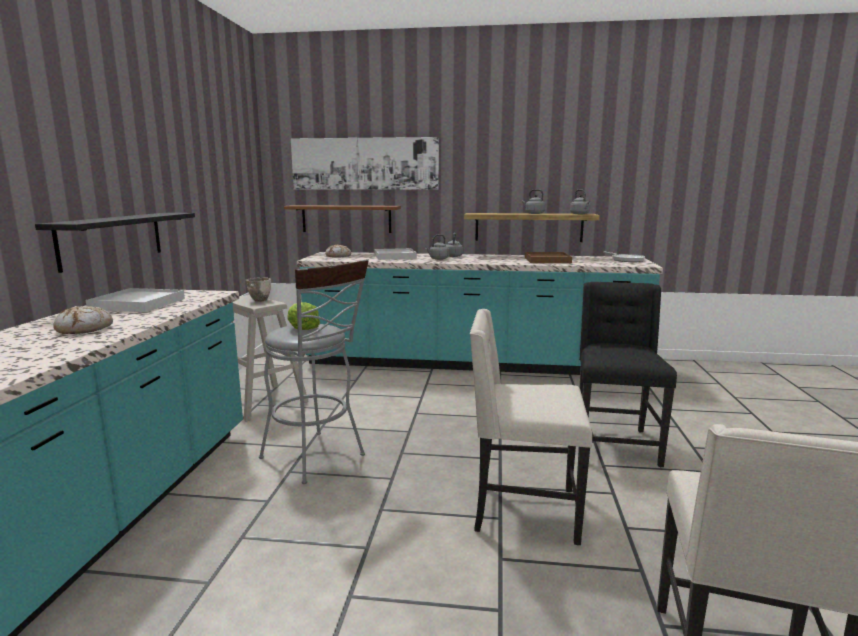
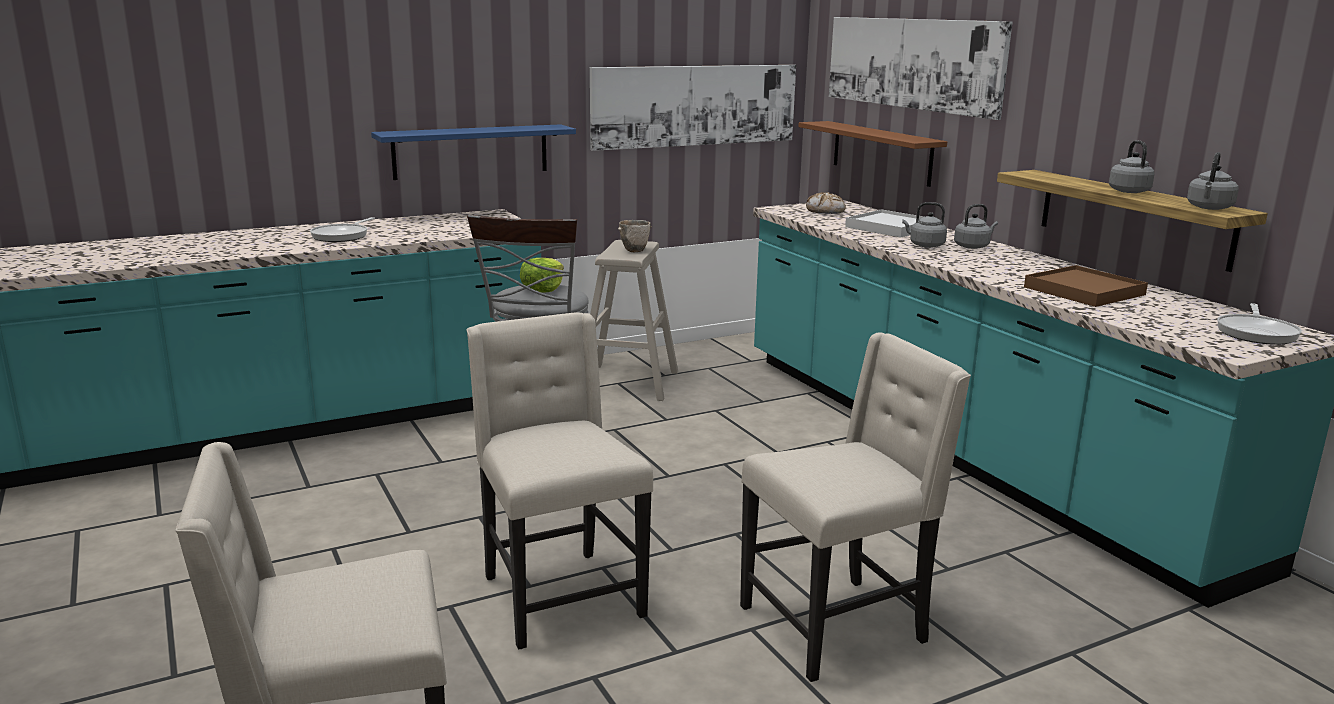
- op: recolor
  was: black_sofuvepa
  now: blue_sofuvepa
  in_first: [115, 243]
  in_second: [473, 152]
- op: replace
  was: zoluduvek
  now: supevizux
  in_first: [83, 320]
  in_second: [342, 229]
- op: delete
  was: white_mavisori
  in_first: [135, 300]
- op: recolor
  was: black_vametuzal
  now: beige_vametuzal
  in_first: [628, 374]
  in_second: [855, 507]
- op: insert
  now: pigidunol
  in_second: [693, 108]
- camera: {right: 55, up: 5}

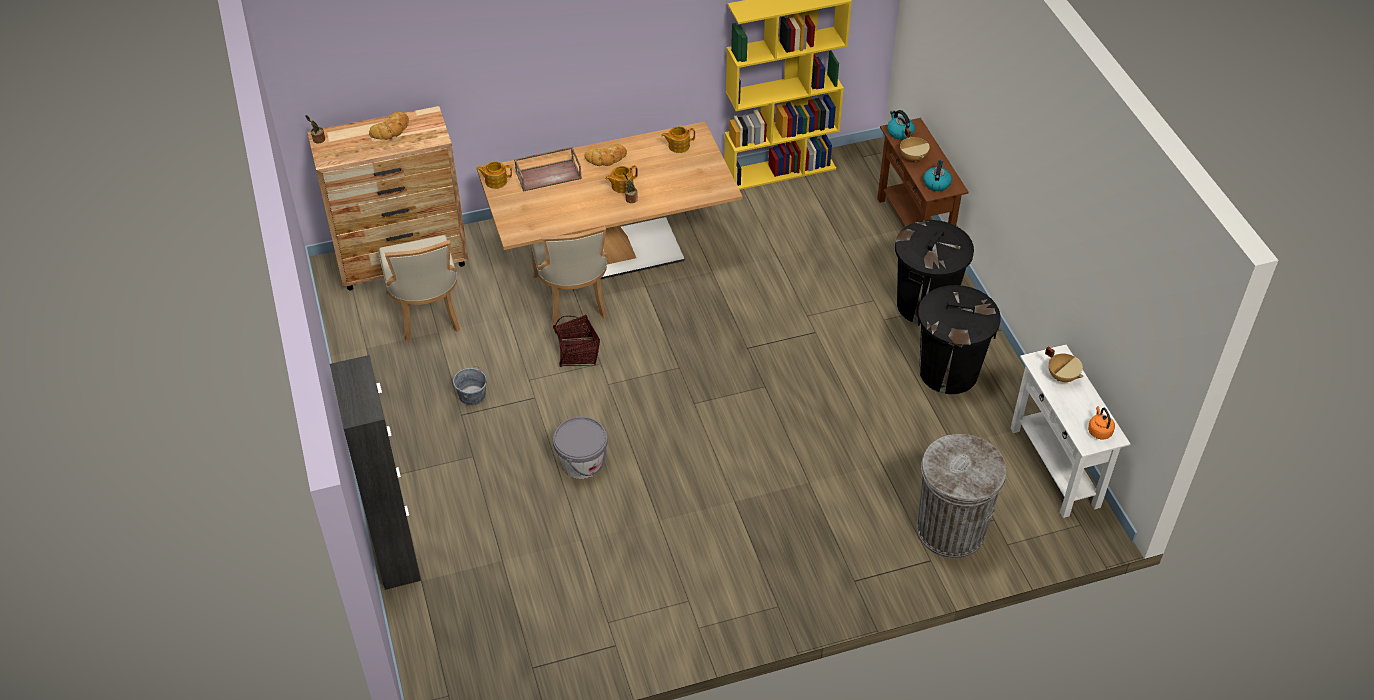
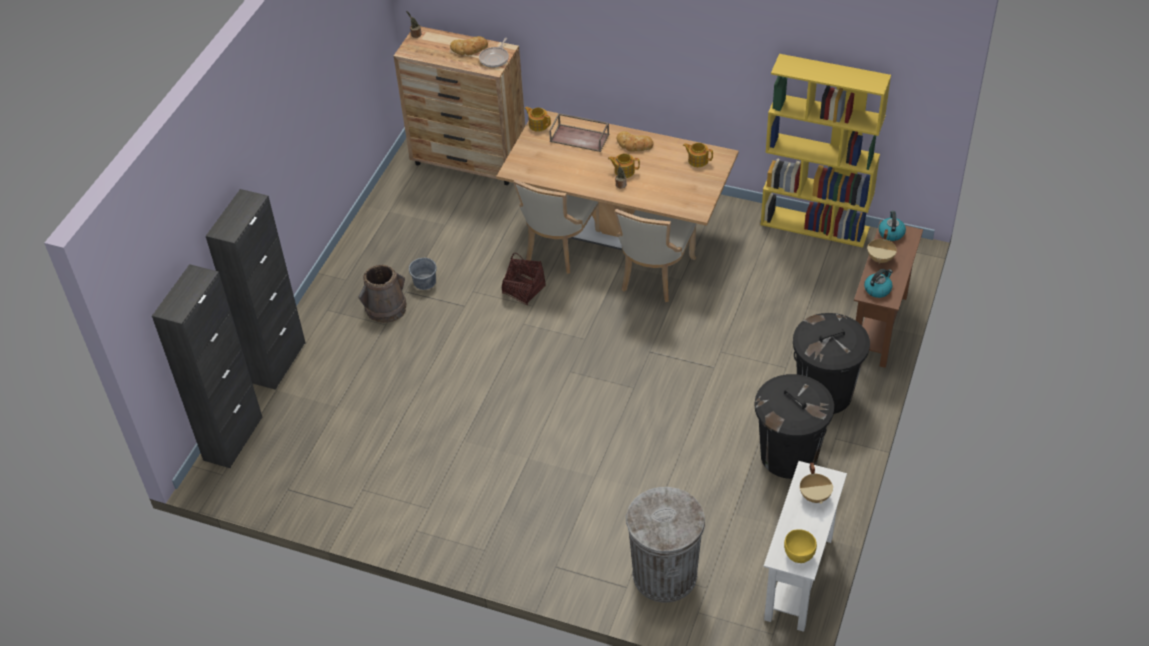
- op: move
  was: beige_vametuzal
  in_first: [419, 288]
  in_second: [655, 255]
- op: delete
  was: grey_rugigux
  in_first: [580, 447]
- op: replace
  was: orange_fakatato
  now: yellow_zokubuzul
  in_first: [1101, 422]
  in_second: [800, 546]
- op: insert
  now: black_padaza
  in_second: [207, 366]
- op: insert
  now: brown_rugigux
  in_second: [382, 294]
- op: insert
  now: supevizux
  in_second: [494, 52]
- camera: {right: 40, up: 0}

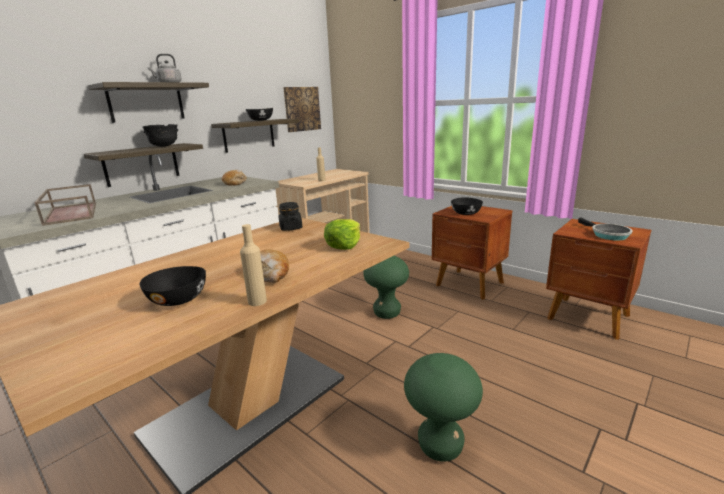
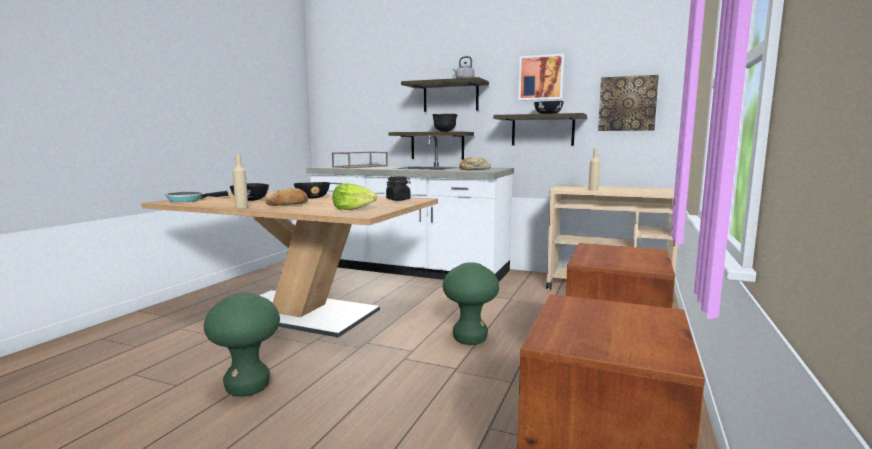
- op: move
  was: black_zokubuzul
  in_first: [467, 206]
  in_second: [312, 190]
- op: move
  was: supevizux
  in_first: [605, 229]
  in_second: [197, 196]
- op: insert
  now: pigidunol
  in_second: [541, 77]
- camera: {right: 70, up: -10}

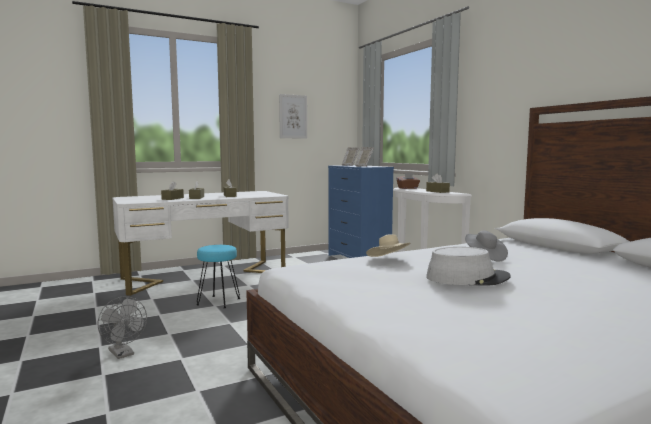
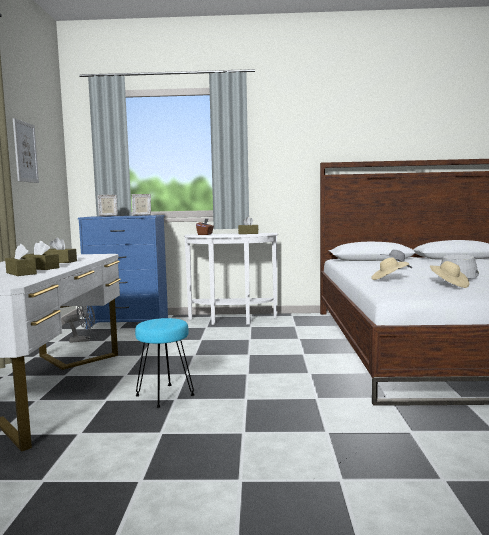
- op: move
  was: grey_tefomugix
  in_first: [122, 327]
  in_second: [79, 324]
- op: insert
  now: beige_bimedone
  in_second: [449, 274]
- camera: {right: -60, up: 0}

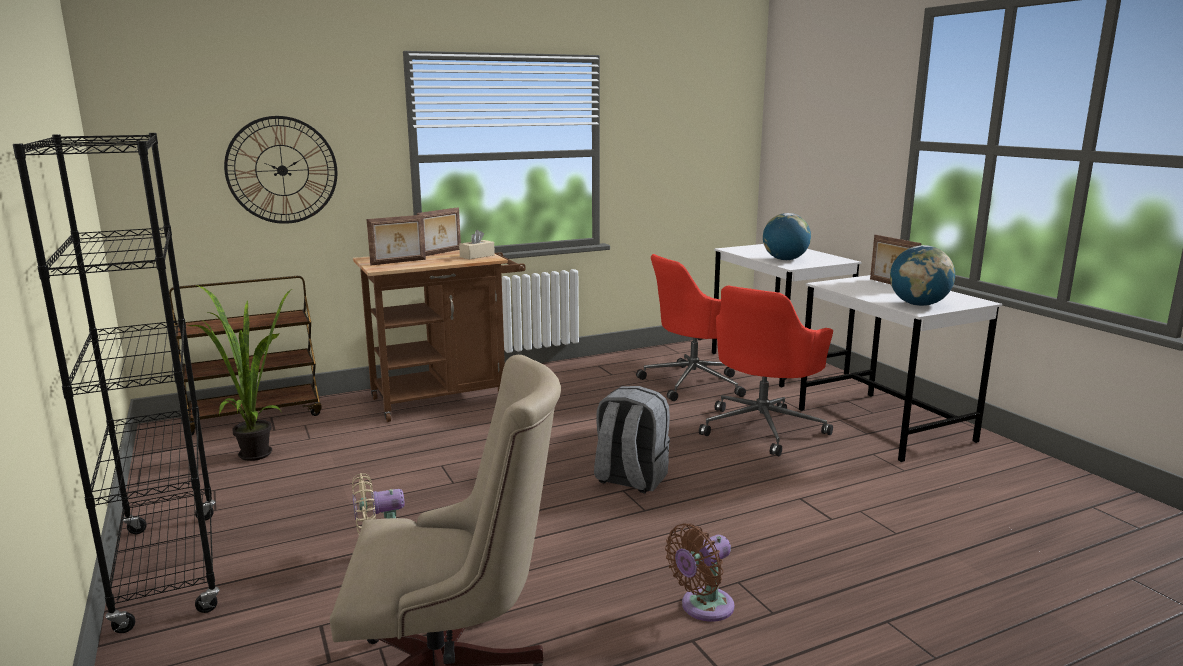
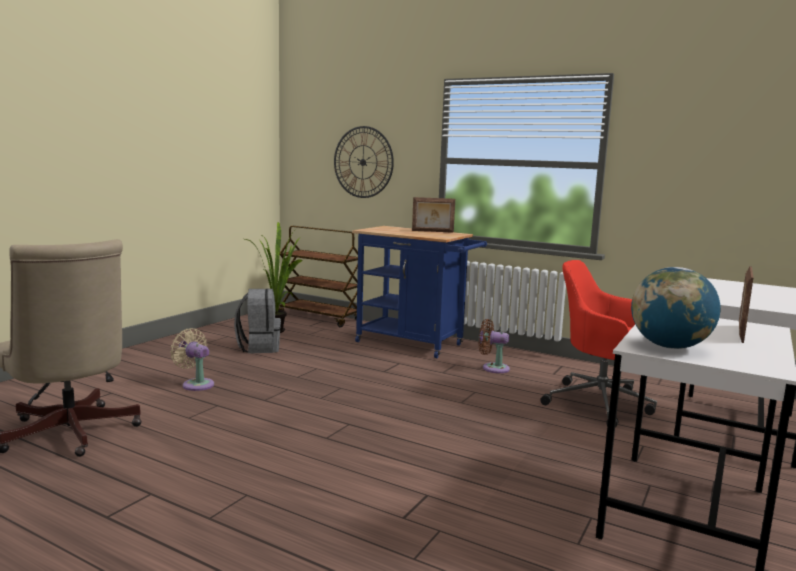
- op: delete
  was: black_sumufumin
  in_first: [116, 383]
- op: recolor
  was: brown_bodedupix
  now: blue_bodedupix
  in_first: [439, 336]
  in_second: [419, 292]
- op: delete
  was: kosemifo
  in_first: [396, 240]
- op: delete
  was: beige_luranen
  in_first: [477, 244]
- op: move
  was: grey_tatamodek
  in_first: [632, 439]
  in_second: [257, 320]
- op: move
  was: brown_tefomugix
  in_first: [700, 573]
  in_second: [494, 346]
- op: delete
  was: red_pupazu
  in_first: [766, 371]
- op: delete
  was: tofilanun
  in_first: [787, 236]
- camera: {right: 55, up: -5}

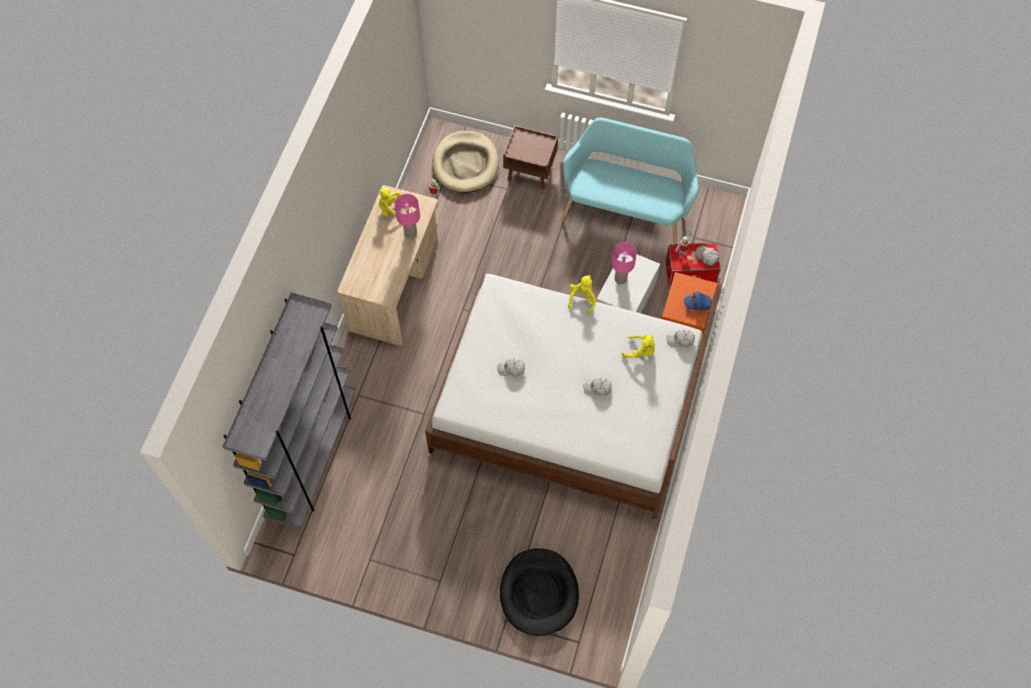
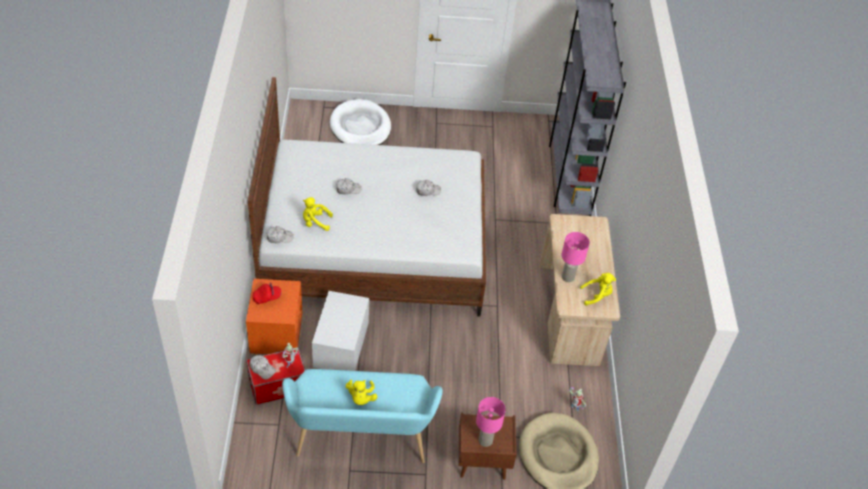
- op: recolor
  was: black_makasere
  now: white_makasere
  in_first: [539, 592]
  in_second: [360, 122]
- op: move
  was: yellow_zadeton
  in_first: [582, 295]
  in_second: [361, 392]
- op: move
  was: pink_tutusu
  in_first: [624, 263]
  in_second: [491, 422]
- op: recolor
  was: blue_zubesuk
  now: red_zubesuk
  in_first: [698, 301]
  in_second: [267, 293]
- camera: {right: 160, up: -15}

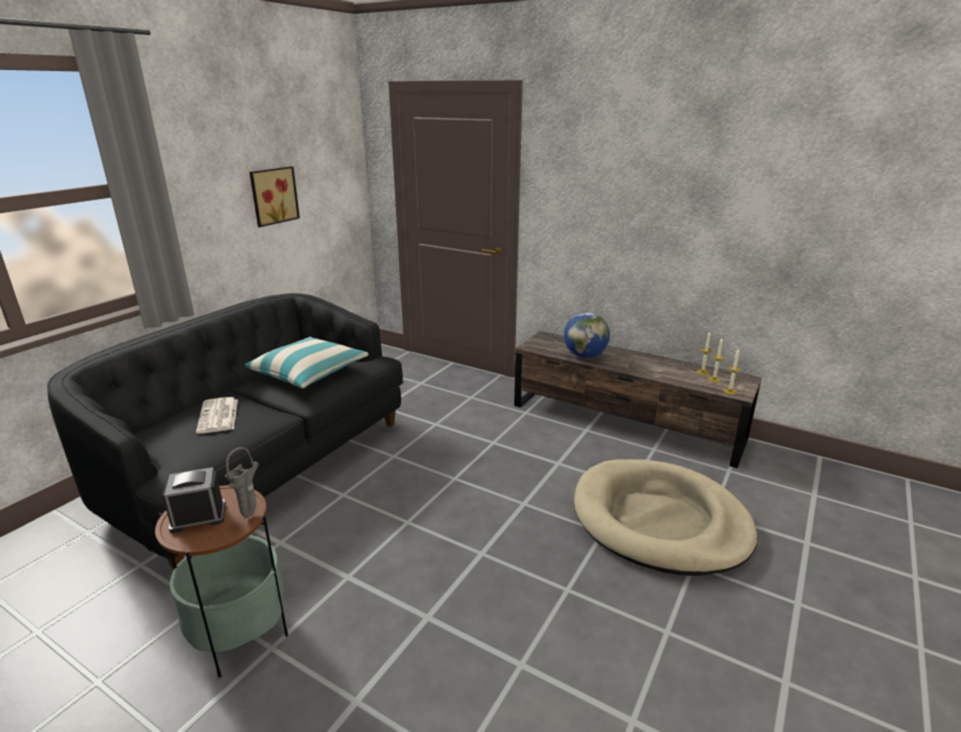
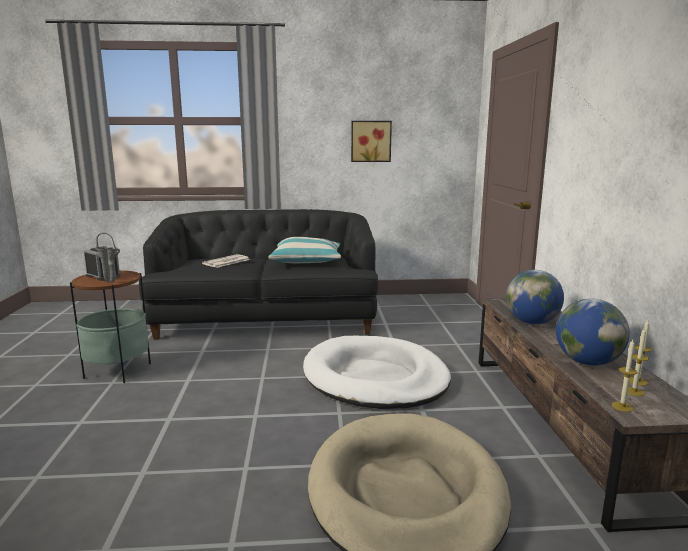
- op: insert
  now: white_makasere
  in_second: [377, 372]
- op: insert
  now: tofilanun
  in_second: [593, 332]
- camera: {right: 55, up: -10}

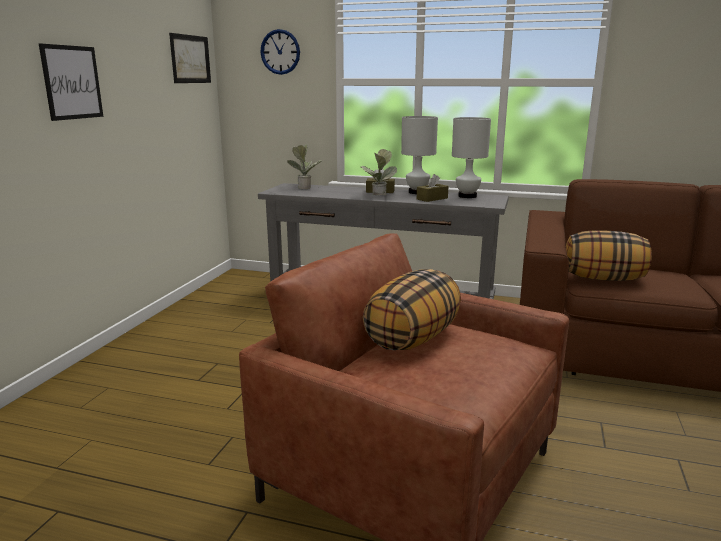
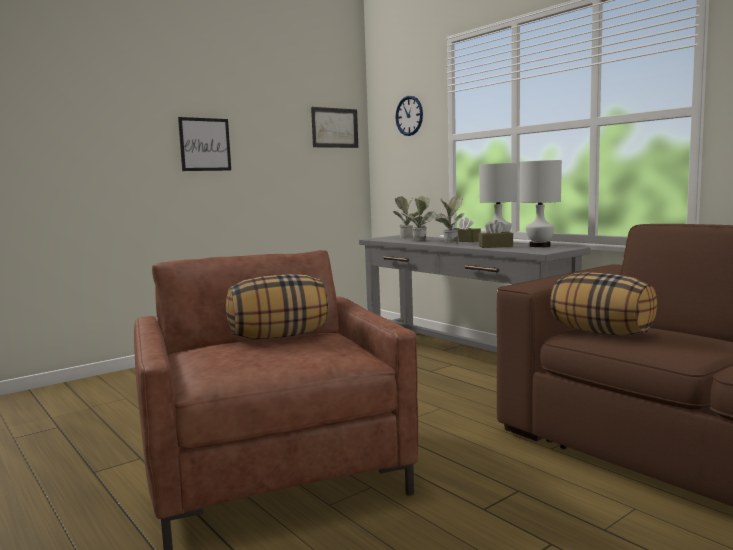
- op: insert
  now: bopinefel
  in_second: [418, 218]
- camera: {right: 35, up: -10}

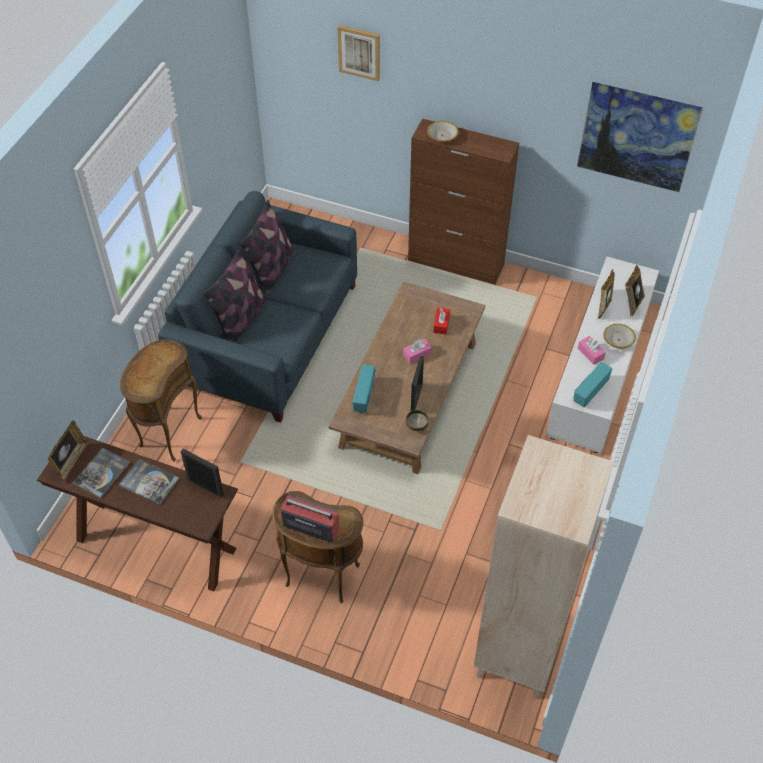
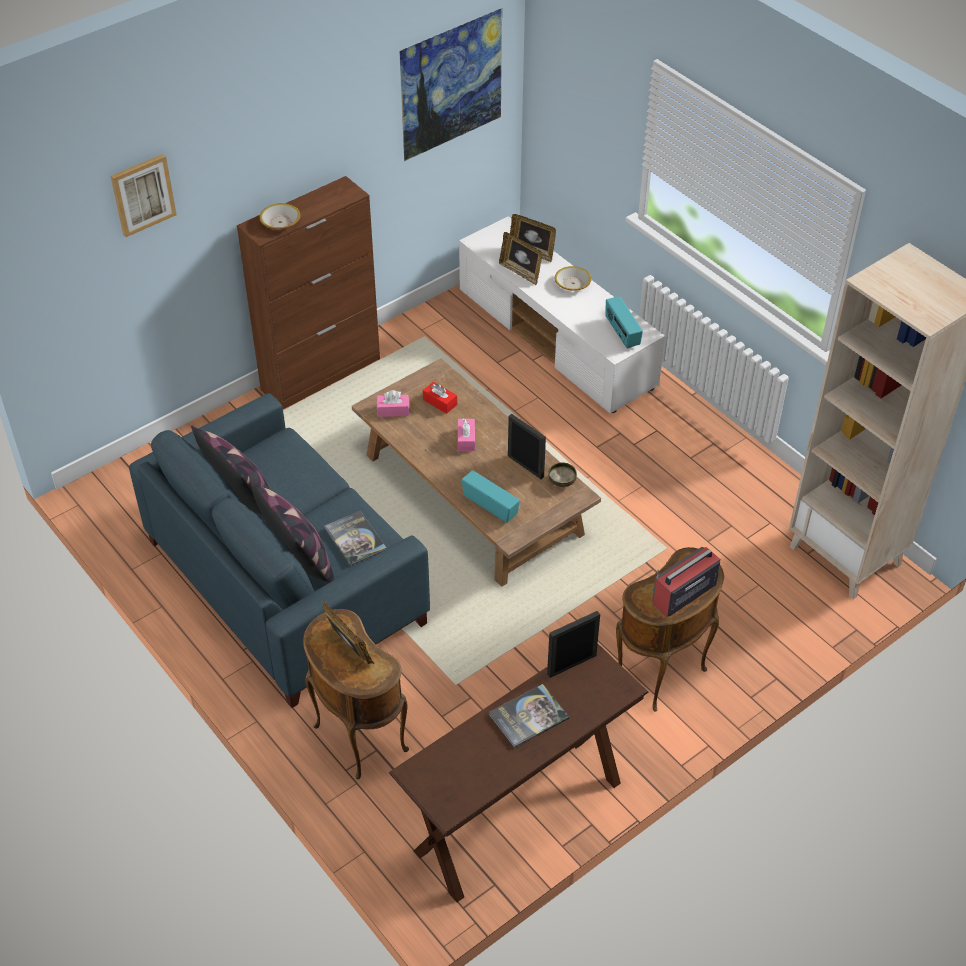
- op: move
  was: kosemifo
  in_first: [68, 451]
  in_second: [348, 632]
- op: move
  was: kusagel
  in_first: [101, 472]
  in_second: [355, 537]
- op: move
  was: pink_luranen
  in_first: [592, 350]
  in_second: [393, 403]
- camera: {right: -60, up: -5}

